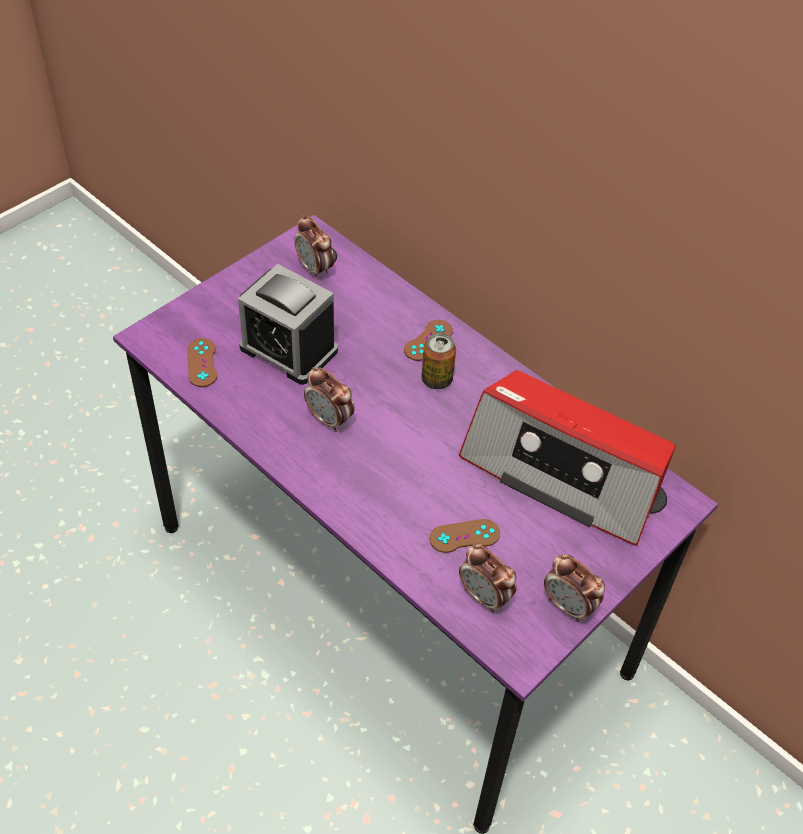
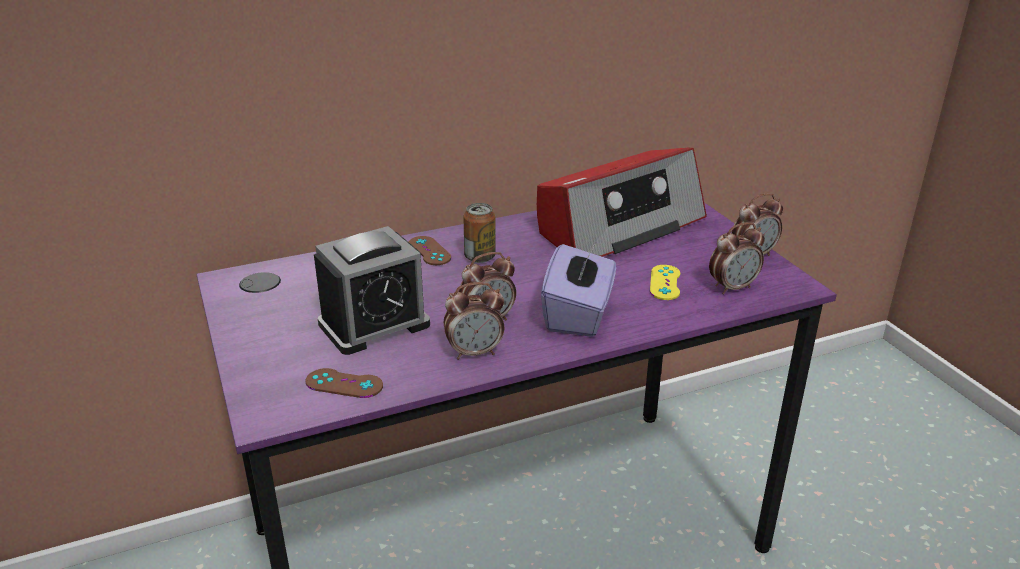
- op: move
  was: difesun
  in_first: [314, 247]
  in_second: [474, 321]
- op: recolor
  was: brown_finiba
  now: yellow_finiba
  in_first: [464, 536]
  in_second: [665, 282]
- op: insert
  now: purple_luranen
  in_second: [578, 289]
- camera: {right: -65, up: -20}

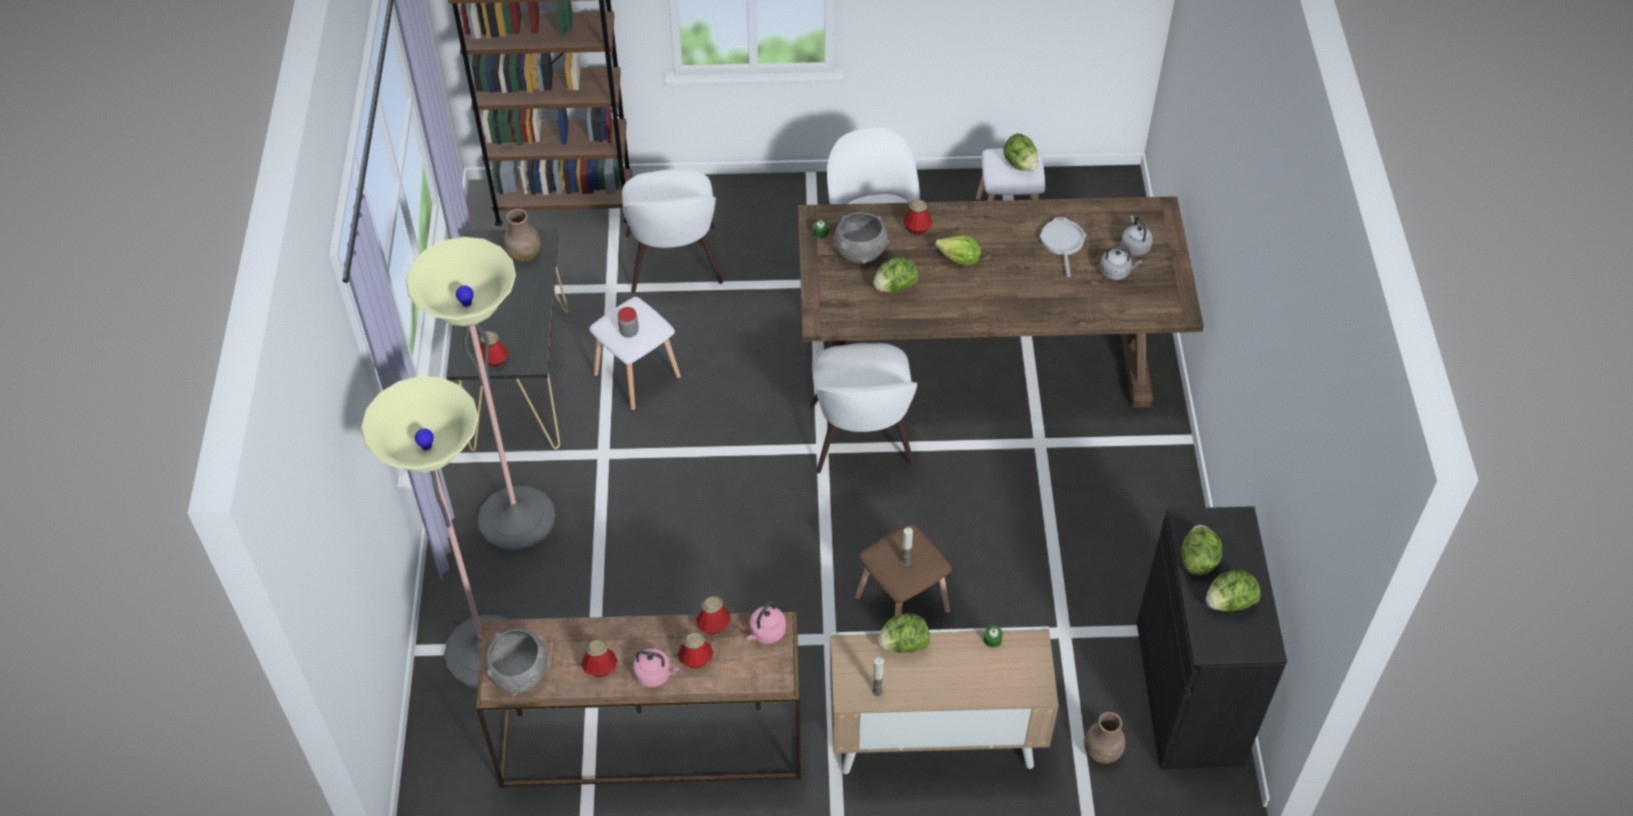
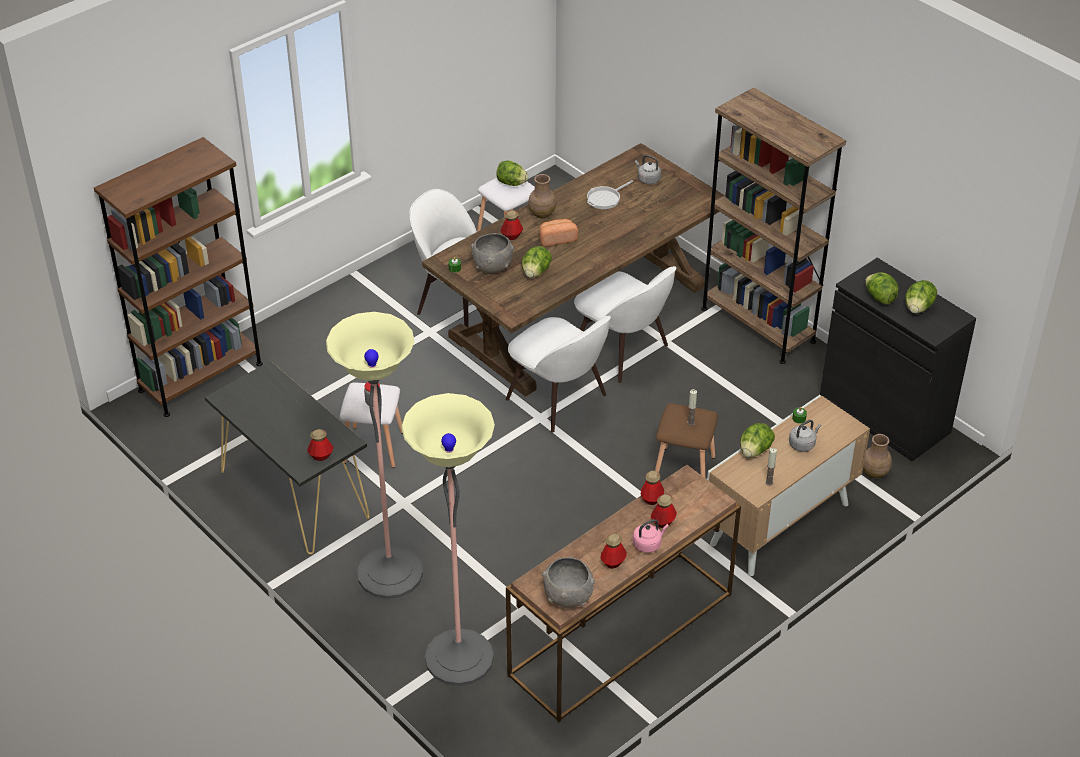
- op: move
  was: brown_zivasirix
  in_first: [522, 235]
  in_second: [542, 196]
- op: move
  was: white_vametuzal
  in_first: [672, 231]
  in_second: [625, 324]
- op: delete
  was: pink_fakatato
  in_first: [766, 622]
- op: replace
  was: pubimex
  now: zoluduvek
  in_first: [958, 251]
  in_second: [558, 232]
- op: rotate
  was: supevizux
  in_first: [1063, 247]
  in_second: [610, 194]
  clockwise: -90
- op: move
  was: grey_fakatato
  in_first: [1121, 263]
  in_second: [805, 436]
- op: insert
  now: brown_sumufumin
  in_second: [773, 226]
- camera: {right: -40, up: -10}

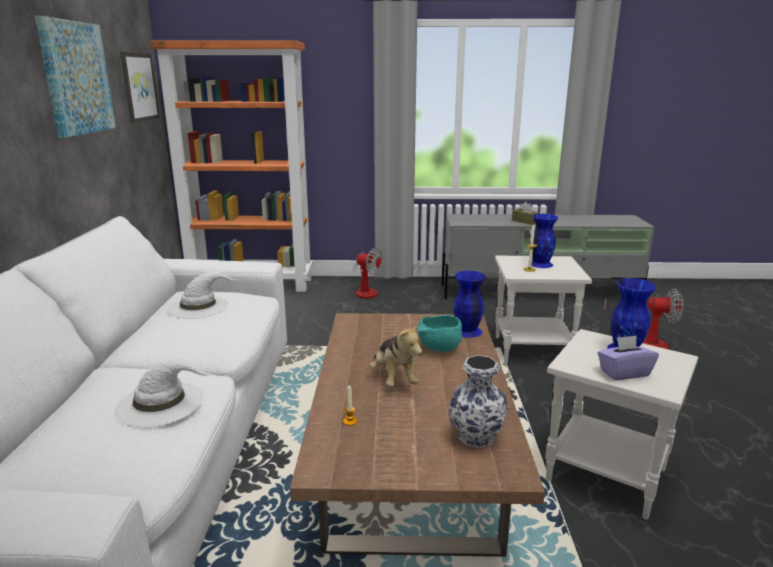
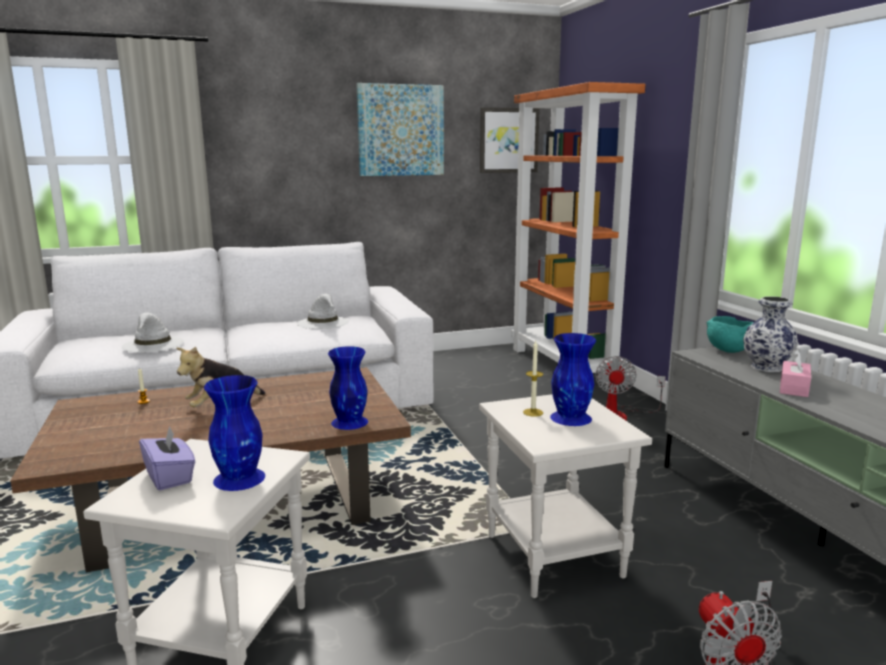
- op: move
  was: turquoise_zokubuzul
  in_first: [440, 333]
  in_second: [730, 334]
- op: move
  was: zivasirix
  in_first: [478, 401]
  in_second: [770, 334]
- op: recolor
  was: brown_luranen
  now: pink_luranen
  in_first: [526, 213]
  in_second: [795, 373]
- camera: {right: 70, up: -5}

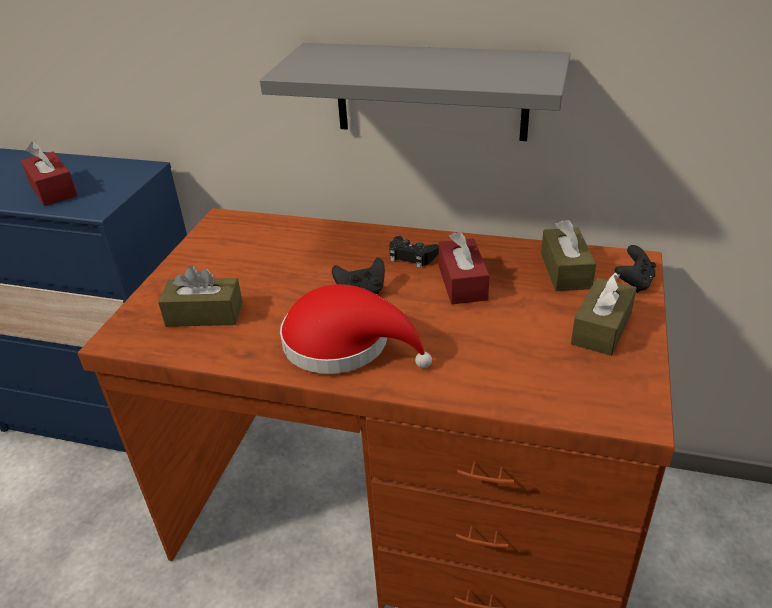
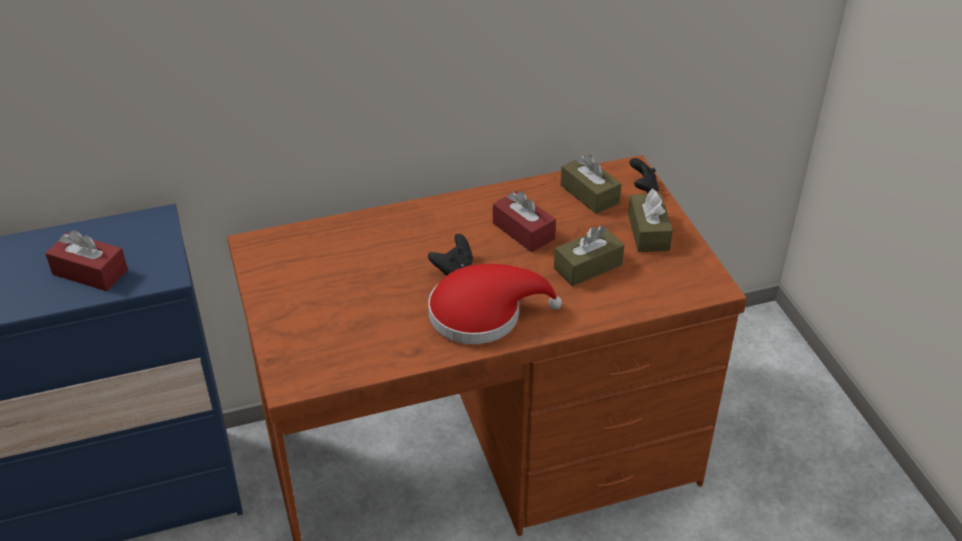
- op: move
  was: brown_luranen
  in_first: [200, 296]
  in_second: [589, 256]
- op: delete
  was: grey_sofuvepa
  in_first: [415, 92]
- op: delete
  was: black_finiba
  in_first: [414, 252]
- camera: {right: -35, up: 5}

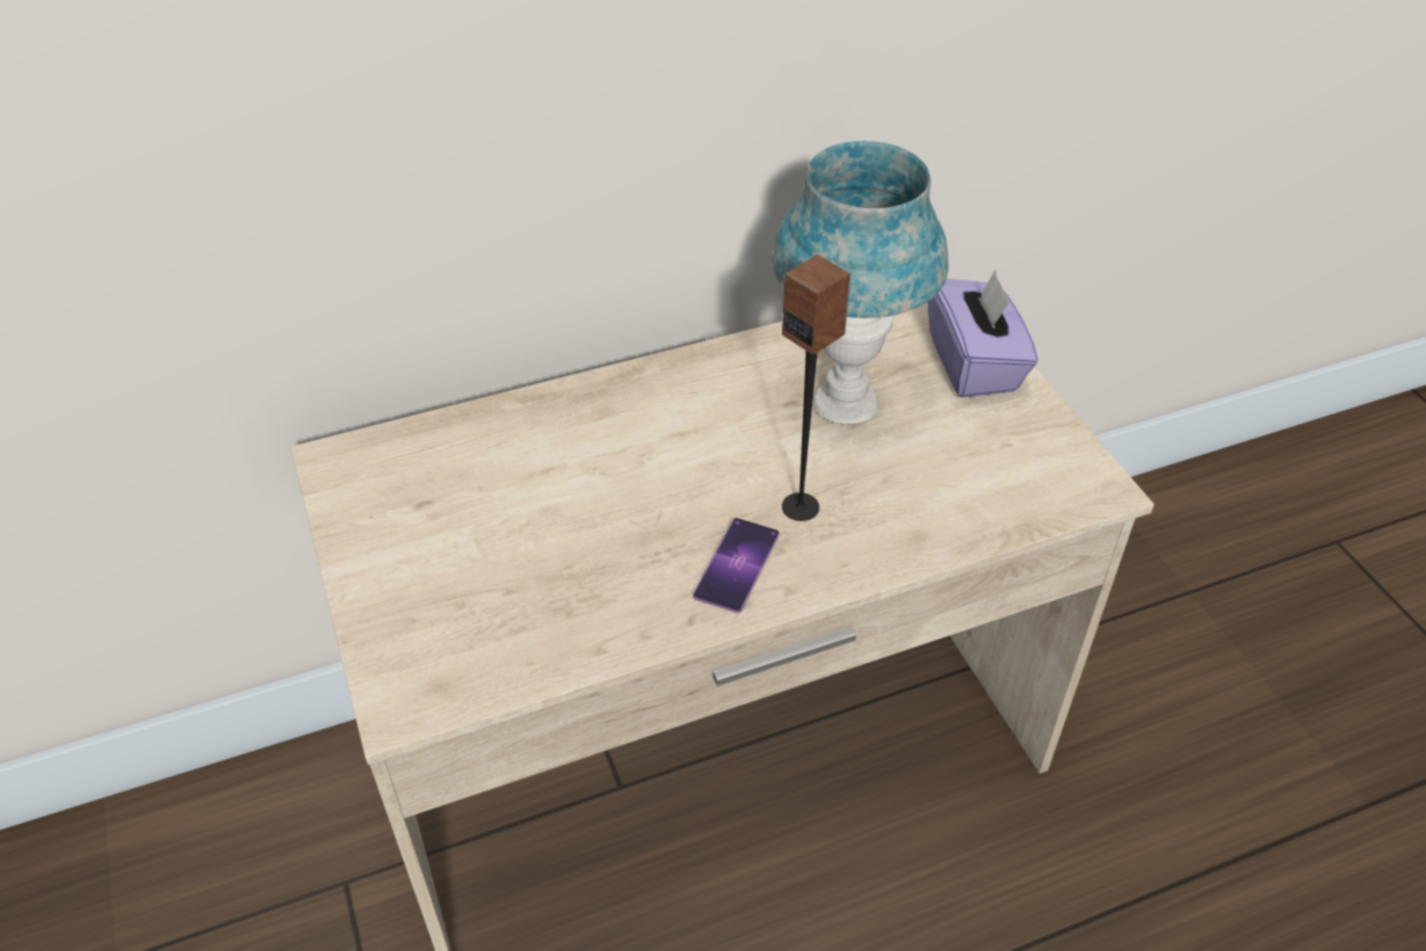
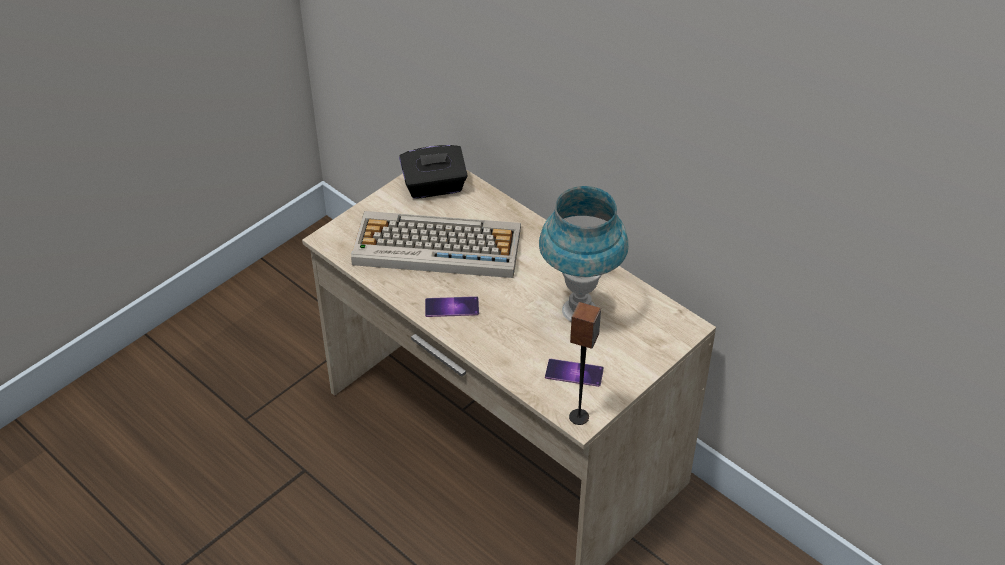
- op: move
  was: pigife
  in_first: [816, 387]
  in_second: [585, 363]
- op: delete
  was: purple_luranen
  in_first: [983, 333]
- op: insert
  now: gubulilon
  in_second: [436, 244]
- op: insert
  now: black_luranen
  in_second: [433, 172]
- op: insert
  now: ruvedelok
  in_second: [574, 373]
- camera: {right: 65, up: 0}

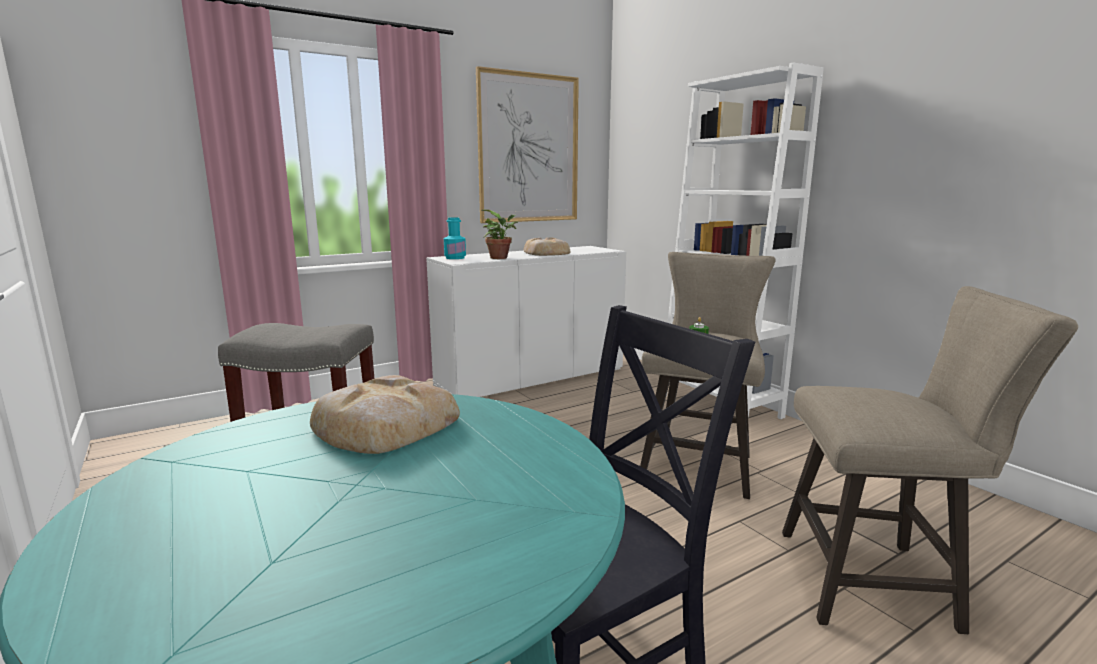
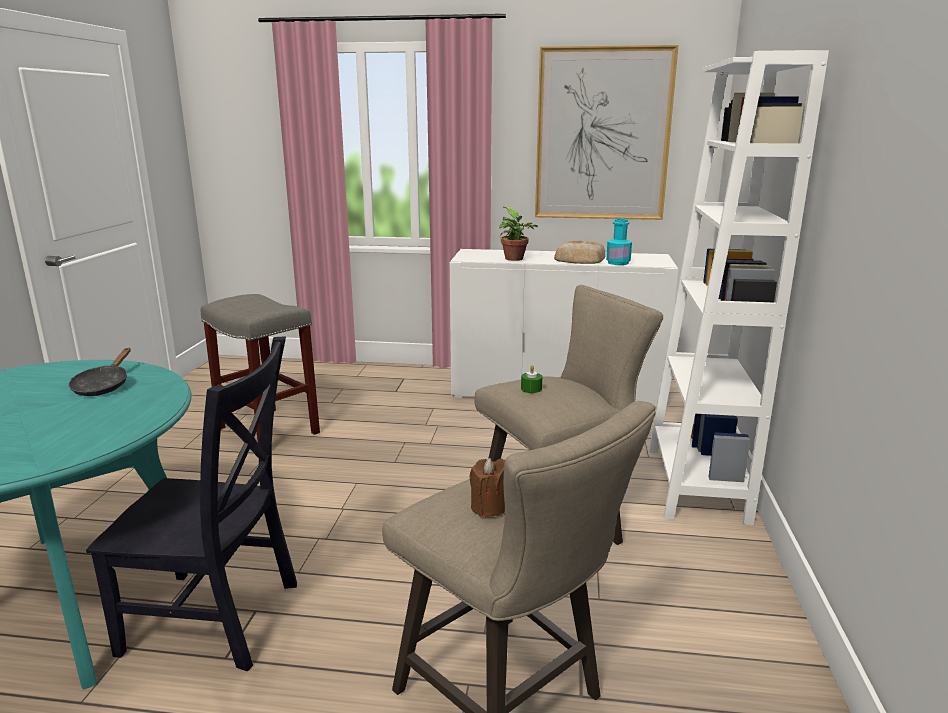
- op: replace
  was: zoluduvek
  now: black_supevizux
  in_first: [385, 414]
  in_second: [100, 372]
- op: move
  was: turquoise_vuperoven
  in_first: [455, 238]
  in_second: [619, 242]
- op: insert
  now: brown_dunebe
  in_second: [487, 487]
- camera: {right: 40, up: 5}

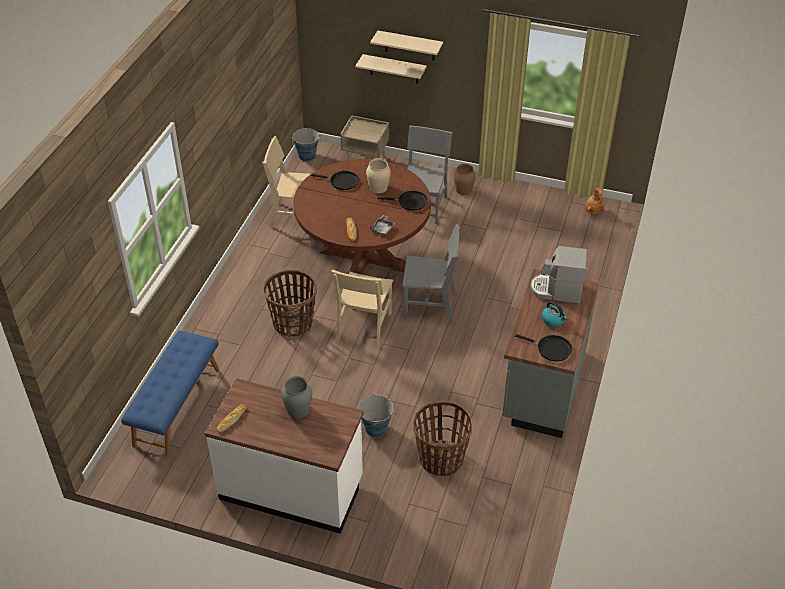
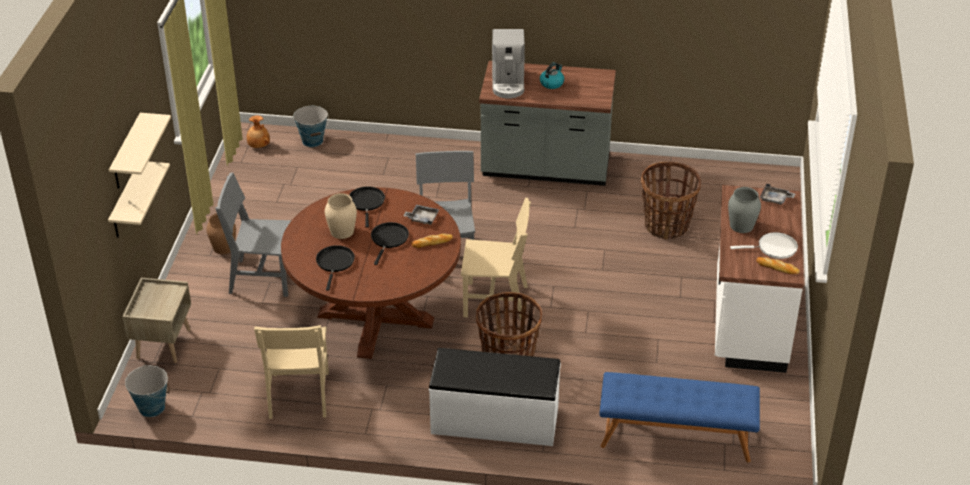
- op: move
  was: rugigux
  in_first: [375, 415]
  in_second: [311, 126]
- op: move
  was: black_supevizux
  in_first: [543, 347]
  in_second: [390, 243]
- op: insert
  now: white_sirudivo
  in_second: [495, 397]
- op: insert
  now: white_supevizux
  in_second: [764, 245]
- op: insert
  now: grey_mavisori
  in_second: [777, 194]
- camera: {right: -100, up: -5}

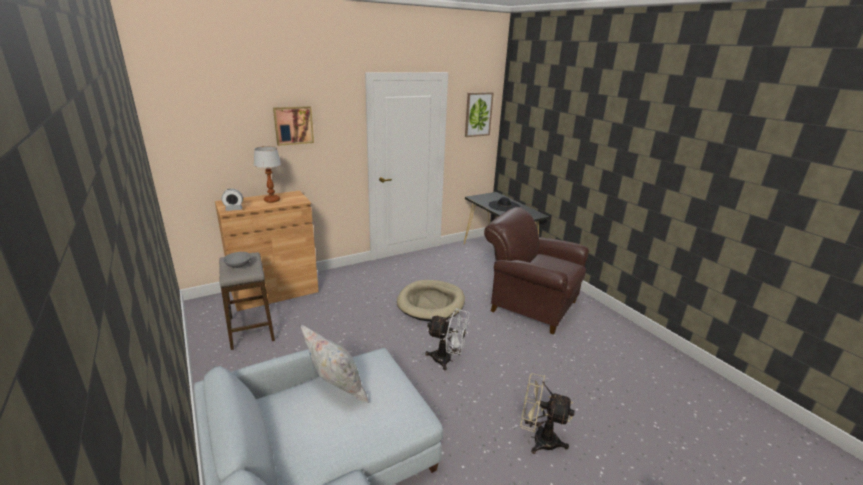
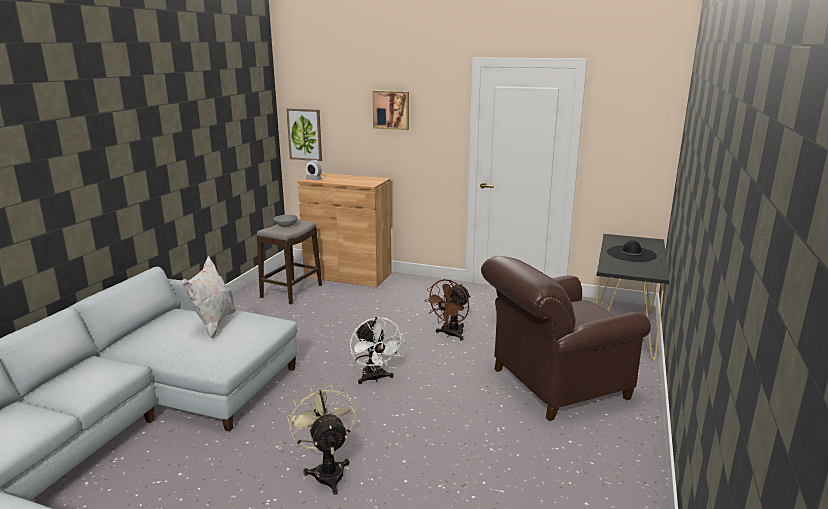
- op: delete
  was: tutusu
  in_first: [267, 174]
- op: replace
  was: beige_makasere
  now: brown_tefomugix
  in_first: [431, 300]
  in_second: [447, 310]
- op: move
  was: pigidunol
  in_first: [479, 114]
  in_second: [304, 134]
- op: rotate
  was: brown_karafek
  in_first: [536, 271]
  in_second: [566, 338]
  clockwise: -105
- camera: {right: 50, up: -5}

